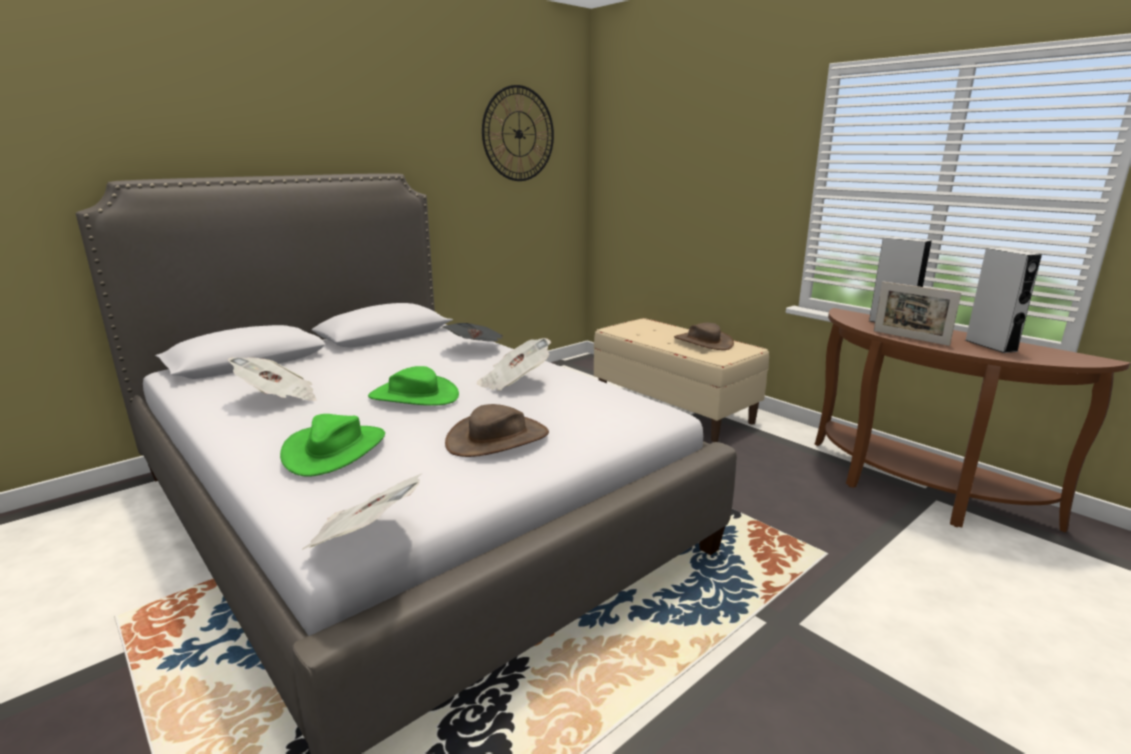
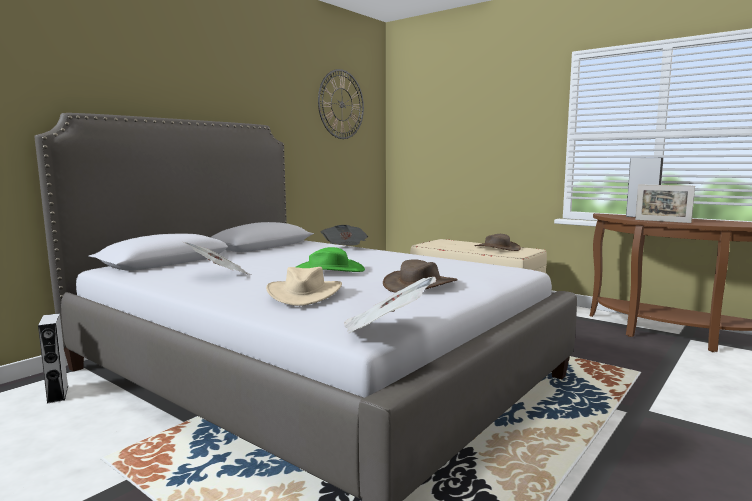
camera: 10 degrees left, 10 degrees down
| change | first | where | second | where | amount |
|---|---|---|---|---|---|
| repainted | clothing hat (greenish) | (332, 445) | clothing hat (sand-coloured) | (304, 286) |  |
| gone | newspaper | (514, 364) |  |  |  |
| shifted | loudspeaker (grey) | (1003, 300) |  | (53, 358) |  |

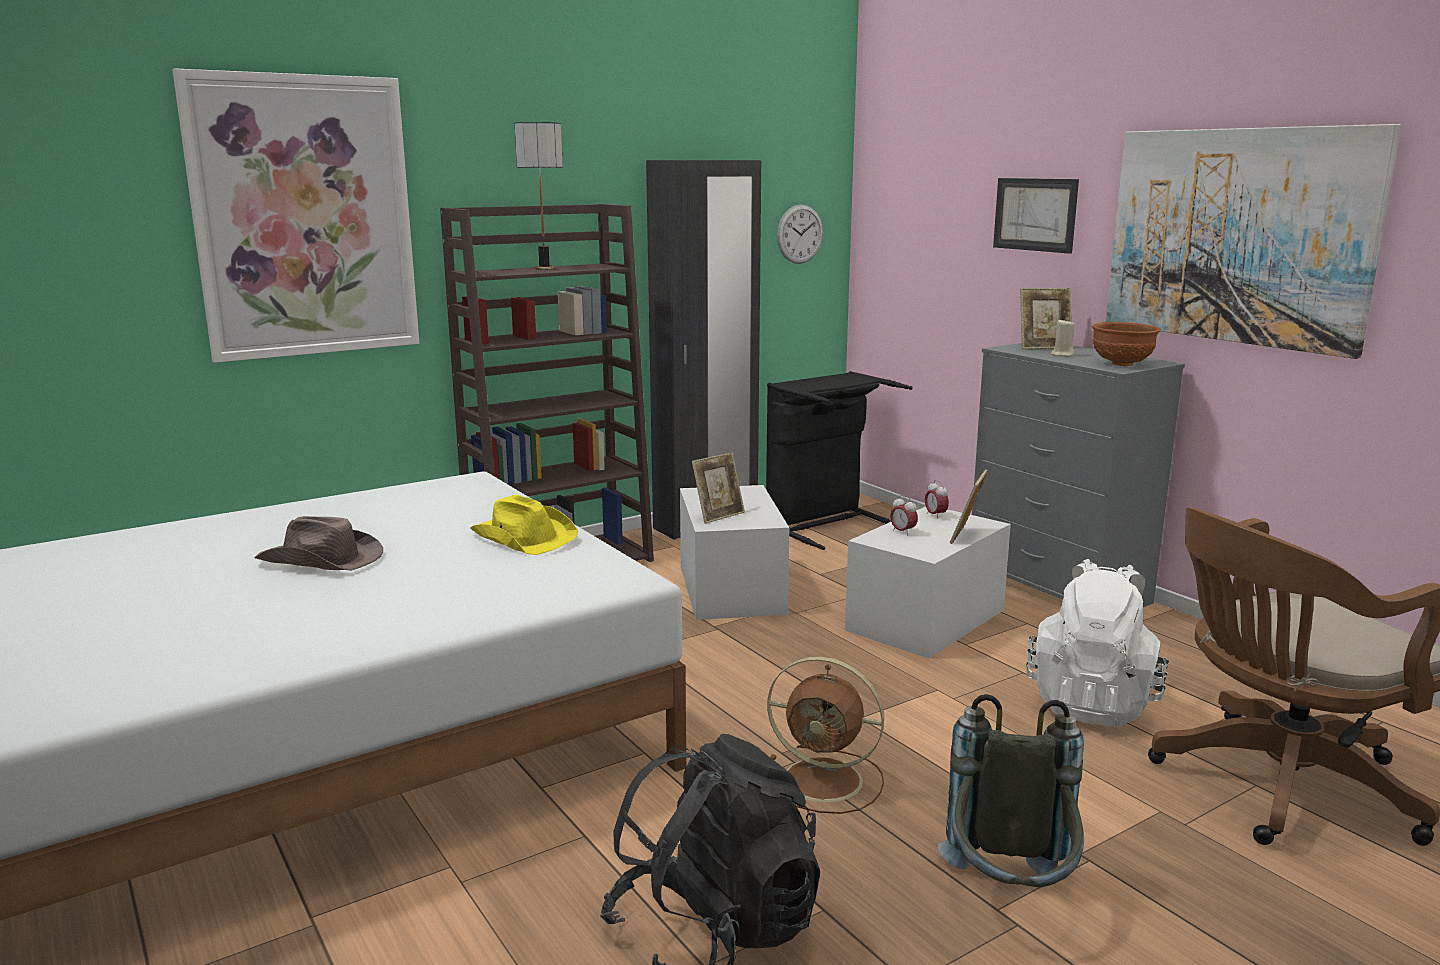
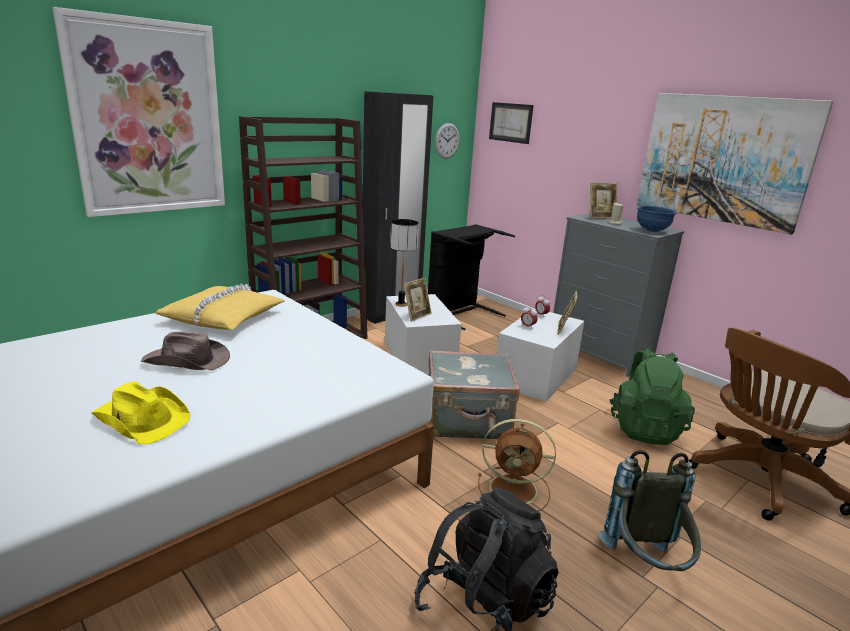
camera: 10 degrees left, 5 degrees up
| change | first | where | second | where | amount |
|---|---|---|---|---|---|
| shifted | clothing hat (yellowish) | (524, 525) |  | (141, 412) |  |
| shifted | tabletop lamp | (539, 196) |  | (404, 263) |  |
| shifted | picture | (1036, 216) |  | (511, 123) |  |
| repainted | backpack (white) | (1097, 643) | backpack (greenish) | (652, 397) |  |
| repainted | serving bowl (brown-coloured) | (1126, 344) | serving bowl (blue) | (657, 218) |  |
| new |  |  | throw pillow (yellowish) | (220, 306) |  |
| new |  |  | travel case (grey) | (474, 394) |  |

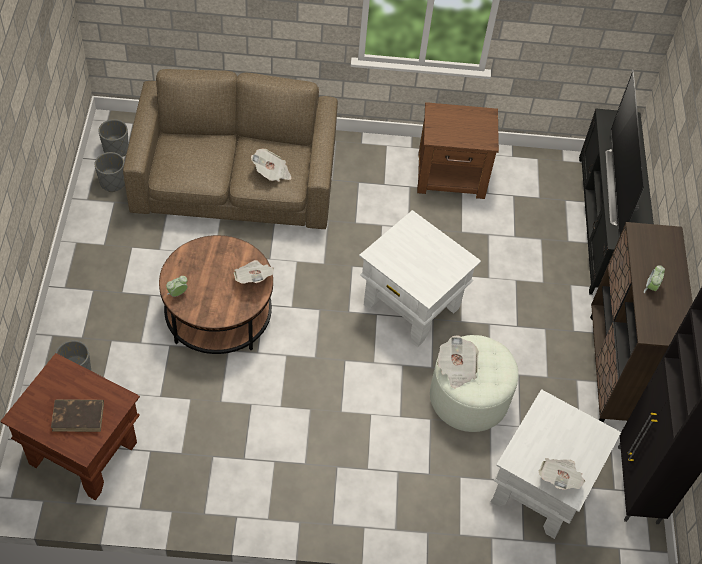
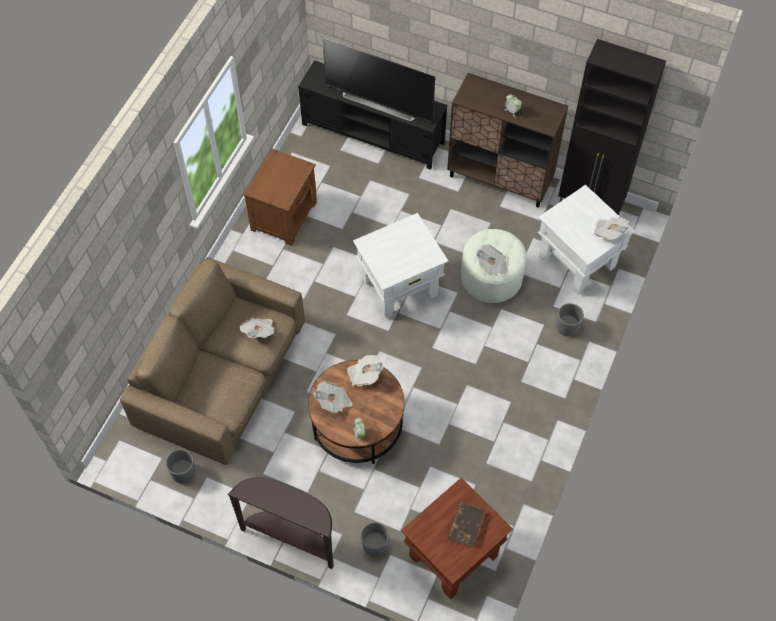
camera: 65 degrees left, 5 degrees up
| change | first | where | second | where | amount |
|---|---|---|---|---|---|
| shifted | planter (grey) | (113, 138) |  | (570, 320) |  |
| new |  |  | narrow table (brown-coloured) | (281, 523) |  |
| new |  |  | newspaper | (333, 397) |  |

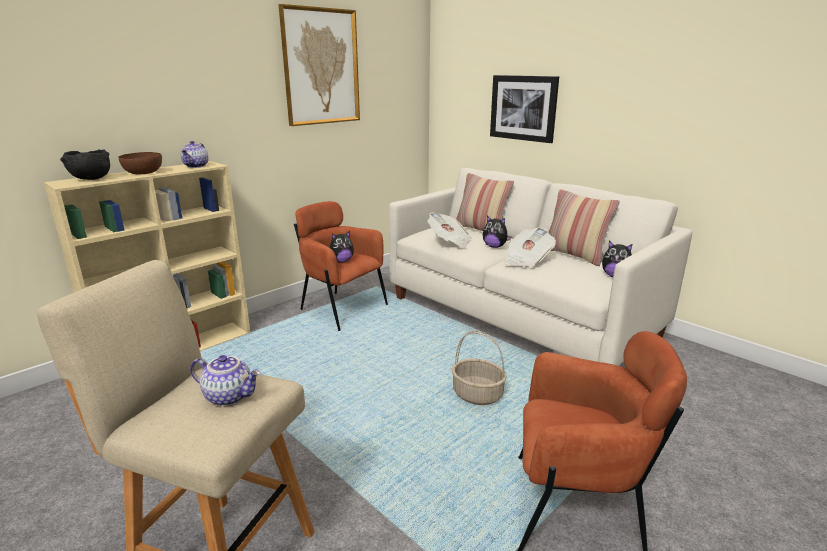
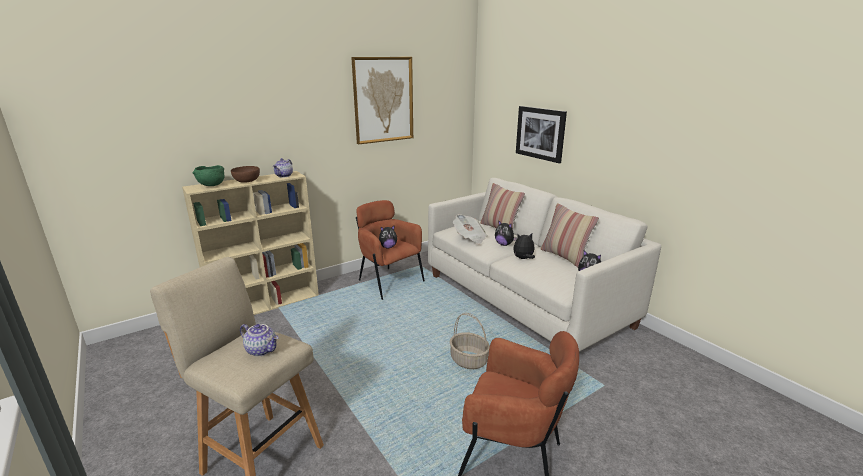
camera: 10 degrees right, 0 degrees up
| change | first | where | second | where | amount |
|---|---|---|---|---|---|
| repainted | serving bowl (black) | (85, 164) | serving bowl (greenish) | (208, 175) |  |
| swapped | newspaper | (530, 247) | cuddly toy | (524, 246) |  |

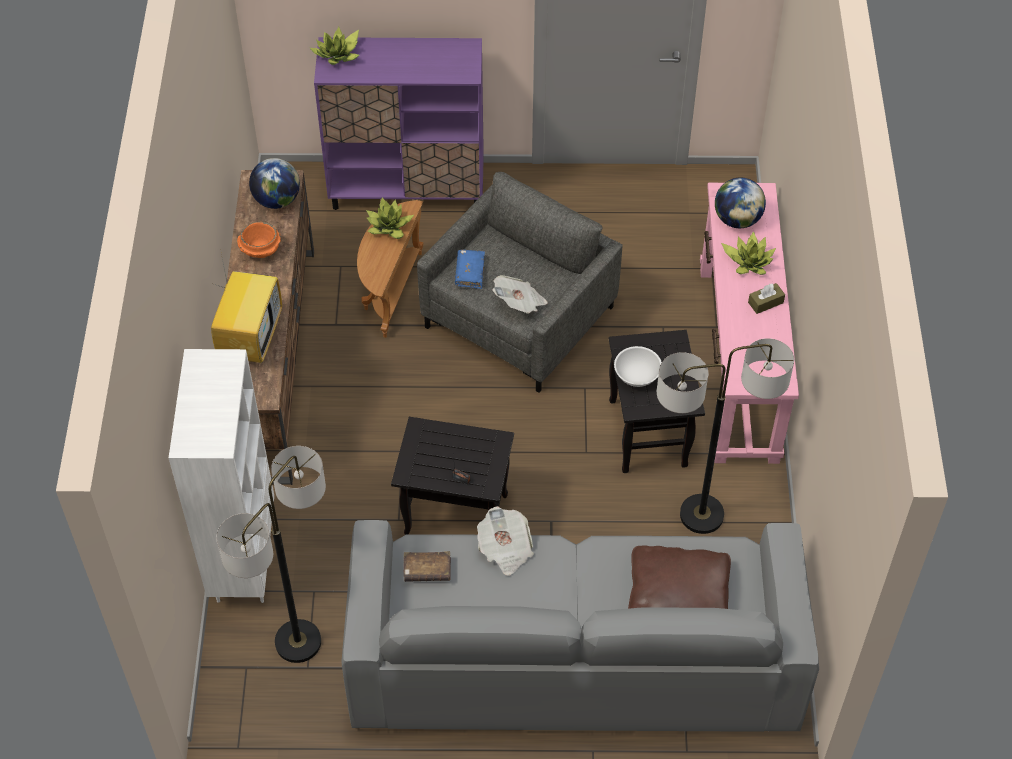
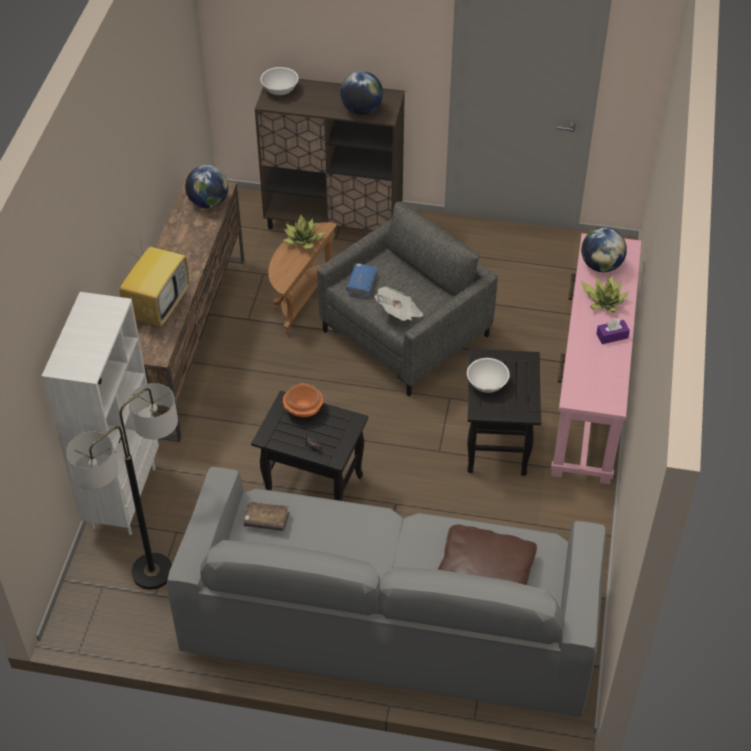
camera: 10 degrees right, 5 degrees down
| change | first | where | second | where | amount |
|---|---|---|---|---|---|
| shifted | serving bowl (orangey) | (259, 239) |  | (303, 400) |  |
| swapped | potted plant | (334, 46) | serving bowl (white) | (279, 81) |  |
| repainted | cupboard (purplish) | (399, 123) | cupboard (brown-coloured) | (330, 155) |  |
| gone | newspaper | (505, 541) |  |  |  |
| gone | standing lamp | (725, 436) |  |  |  |
| repainted | tissue holder (brown-coloured) | (766, 298) | tissue holder (purplish) | (613, 331) |  |
| new |  |  | globe | (361, 93) |  |

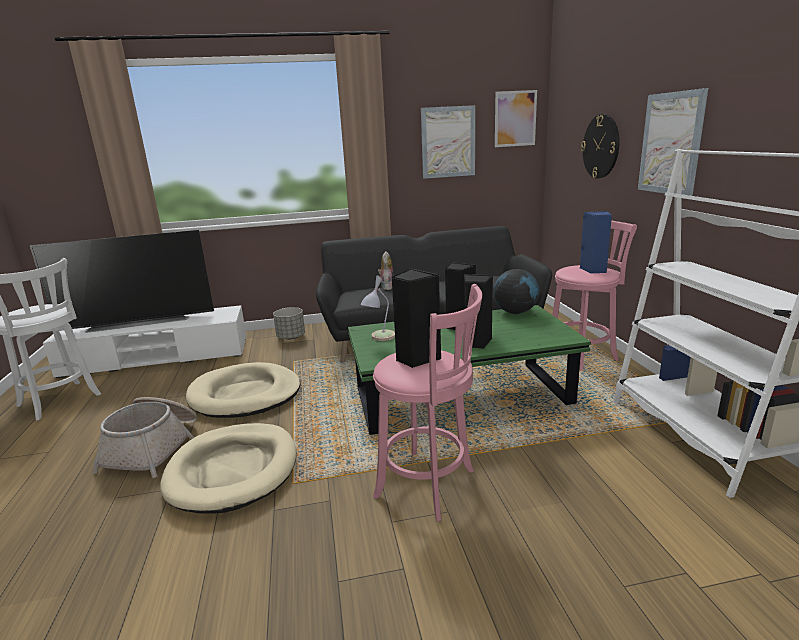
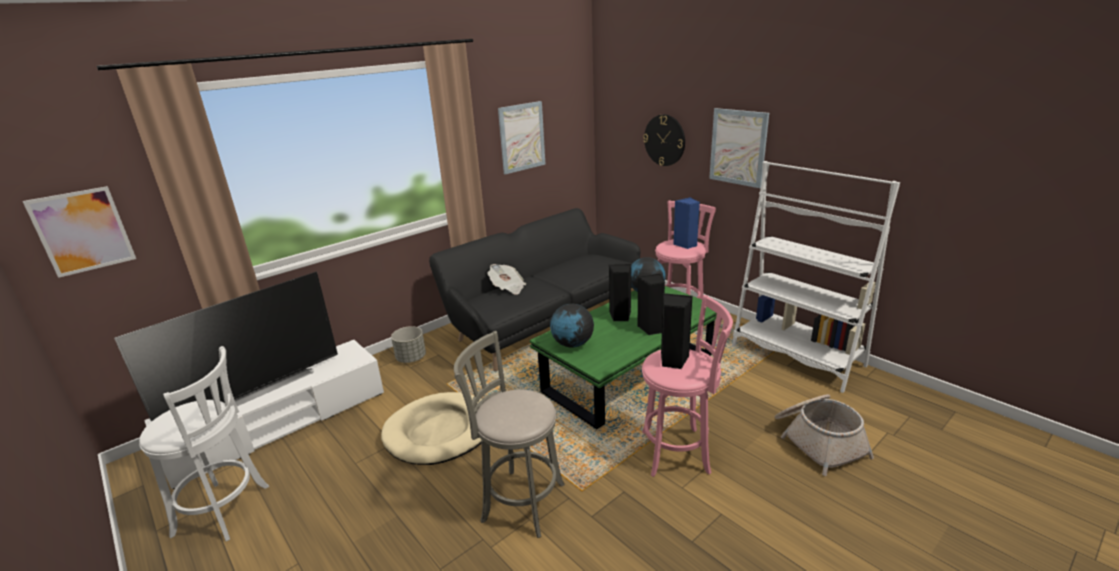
camera: 30 degrees left, 5 degrees up
| change | first | where | second | where | amount |
|---|---|---|---|---|---|
| shifted | basket | (144, 437) |  | (824, 435) |  |
| swapped | dog bed (sand-coloured) | (228, 468) | stool (grey) | (509, 434) |  |
| swapped | tabletop lamp | (378, 308) | globe | (572, 326) |  |
| swapped | cuddly toy | (386, 271) | newspaper | (506, 279) |  |
| shifted | picture | (516, 118) |  | (79, 232) |  |

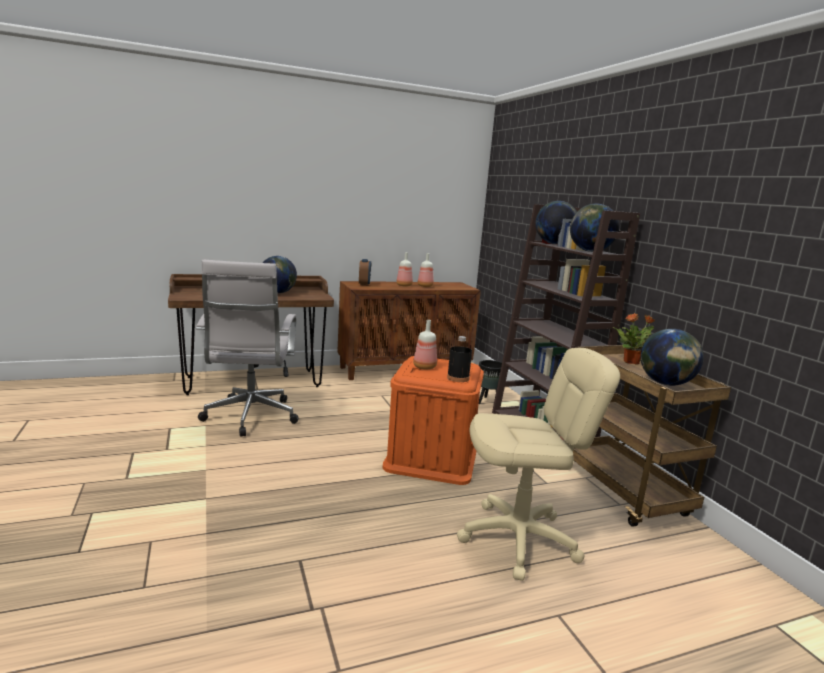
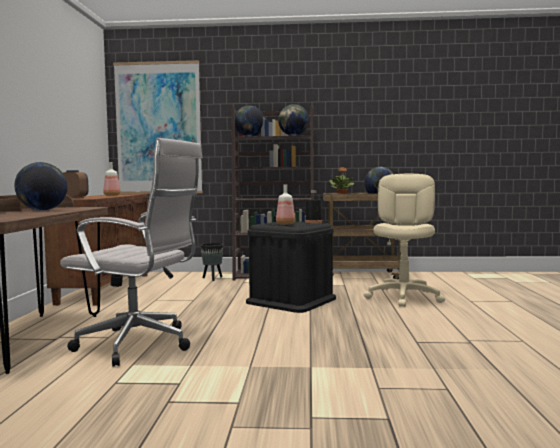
camera: 65 degrees left, 10 degrees down
| change | first | where | second | where | amount |
|---|---|---|---|---|---|
| repainted | storage bin (orangey) | (433, 420) | storage bin (black) | (291, 267) |  |
| gone | bottle | (404, 269) |  |  |  |
| new |  |  | picture | (158, 127) |  |

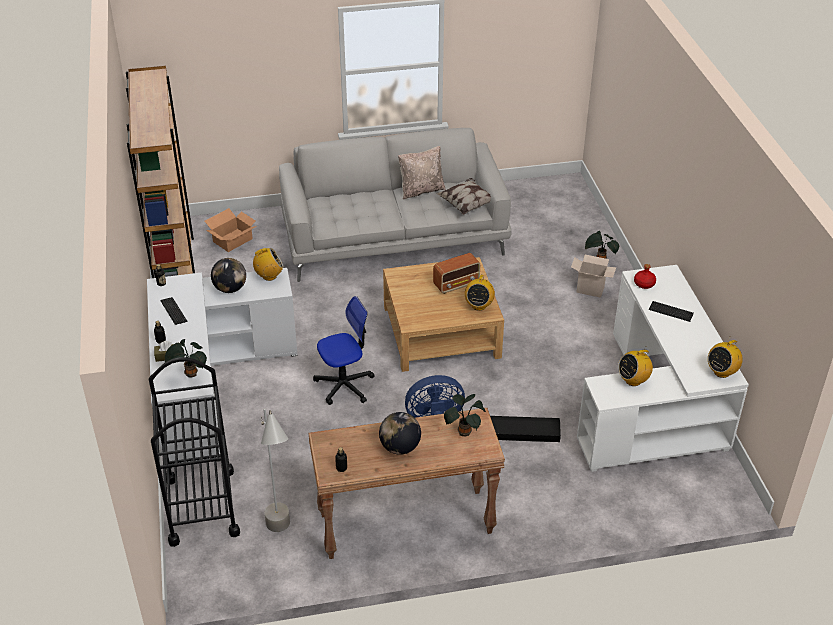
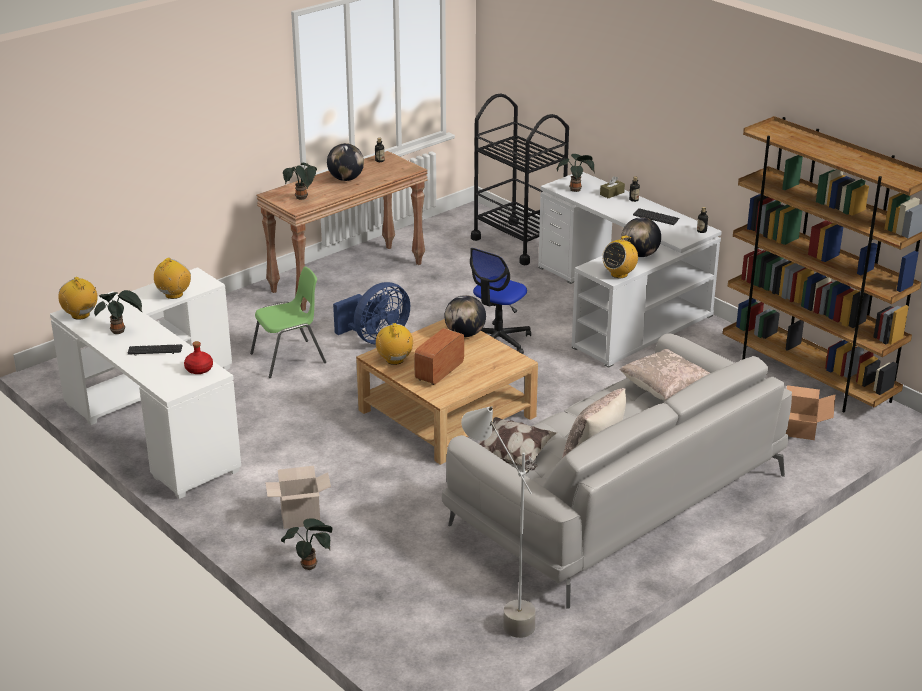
camera: 150 degrees right, 10 degrees down
| change | first | where | second | where | amount |
|---|---|---|---|---|---|
| shifted | standing lamp (grey) | (275, 470) |  | (498, 522) |  |
| swapped | storage bin (black) | (525, 429) | chair (greenish) | (288, 322) |  |
| rotated | radio | (725, 358) |  | (78, 298) | 60 degrees counterclockwise |
| new |  |  | potted plant | (118, 312) |  |
| new |  |  | globe | (465, 316) |  |
| new |  |  | throw pillow (sand-coloured) | (664, 374) |  |

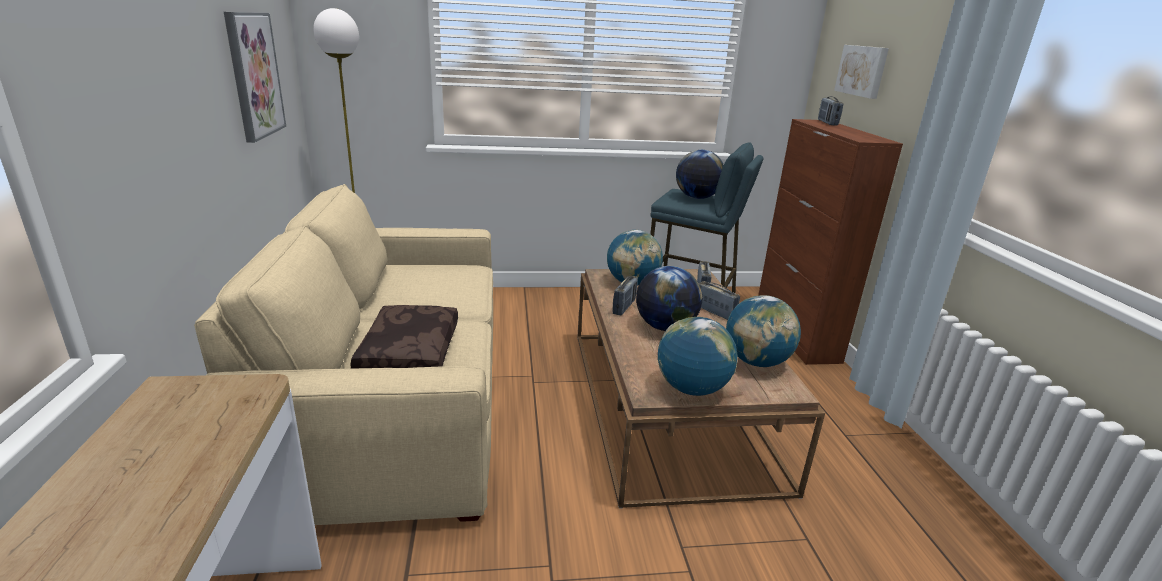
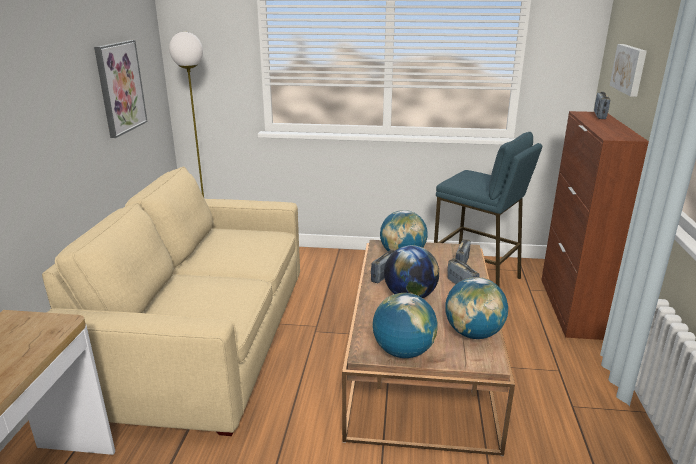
camera: 15 degrees right, 0 degrees up
| change | first | where | second | where | amount |
|---|---|---|---|---|---|
| gone | throw pillow (brown-coloured) | (404, 337) |  |  |  |
| gone | globe | (700, 174) |  |  |  |

